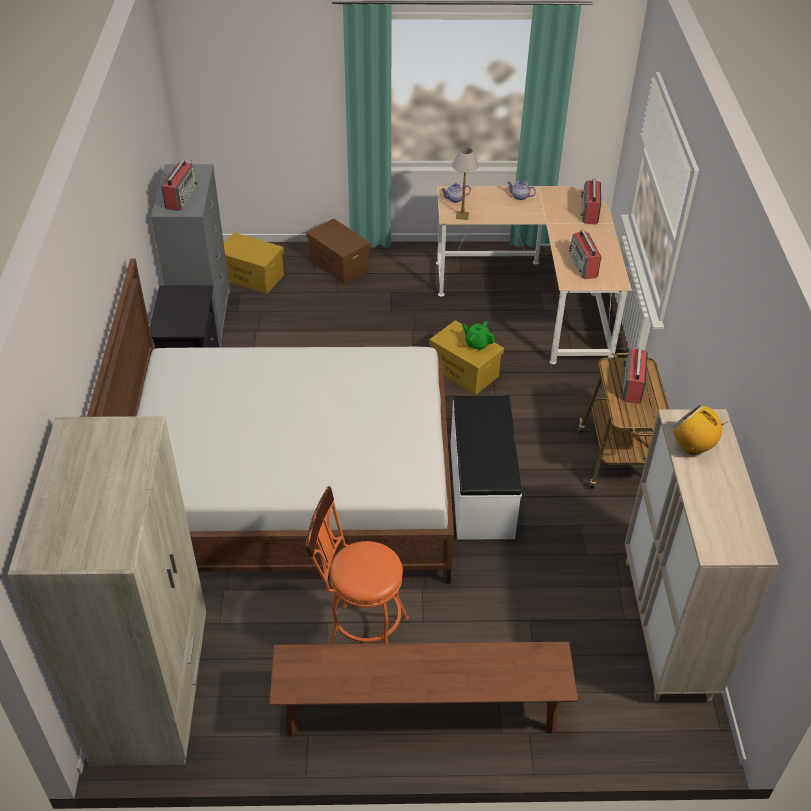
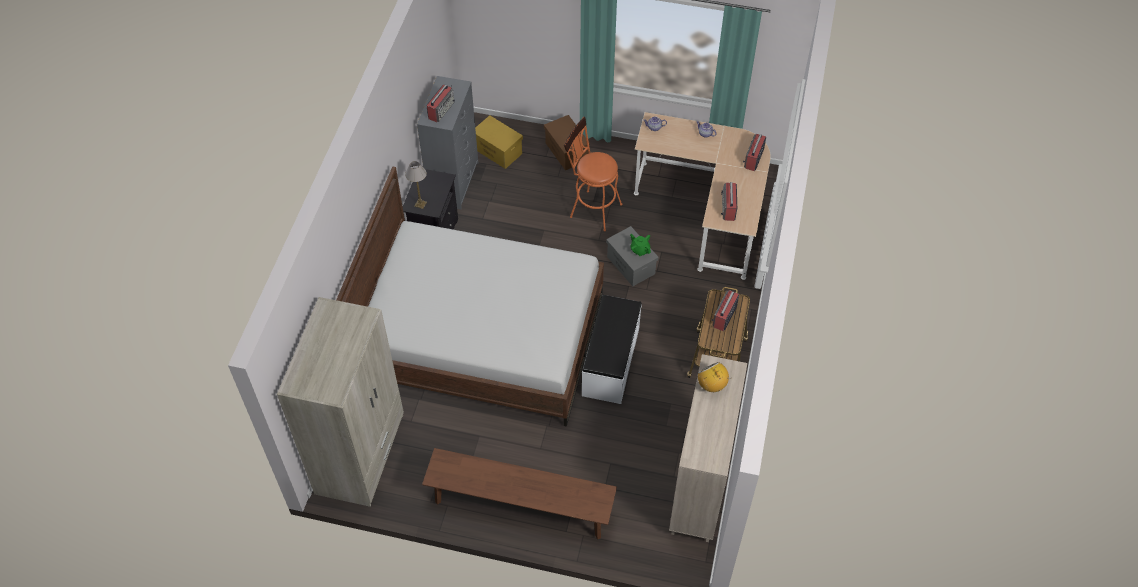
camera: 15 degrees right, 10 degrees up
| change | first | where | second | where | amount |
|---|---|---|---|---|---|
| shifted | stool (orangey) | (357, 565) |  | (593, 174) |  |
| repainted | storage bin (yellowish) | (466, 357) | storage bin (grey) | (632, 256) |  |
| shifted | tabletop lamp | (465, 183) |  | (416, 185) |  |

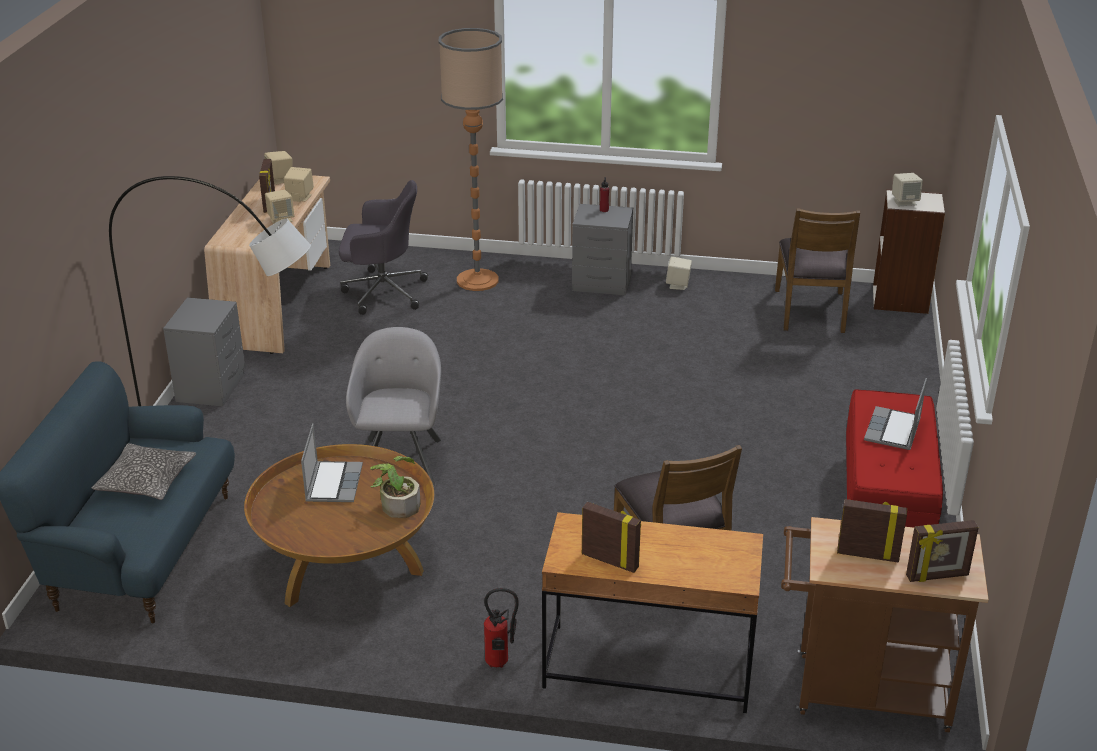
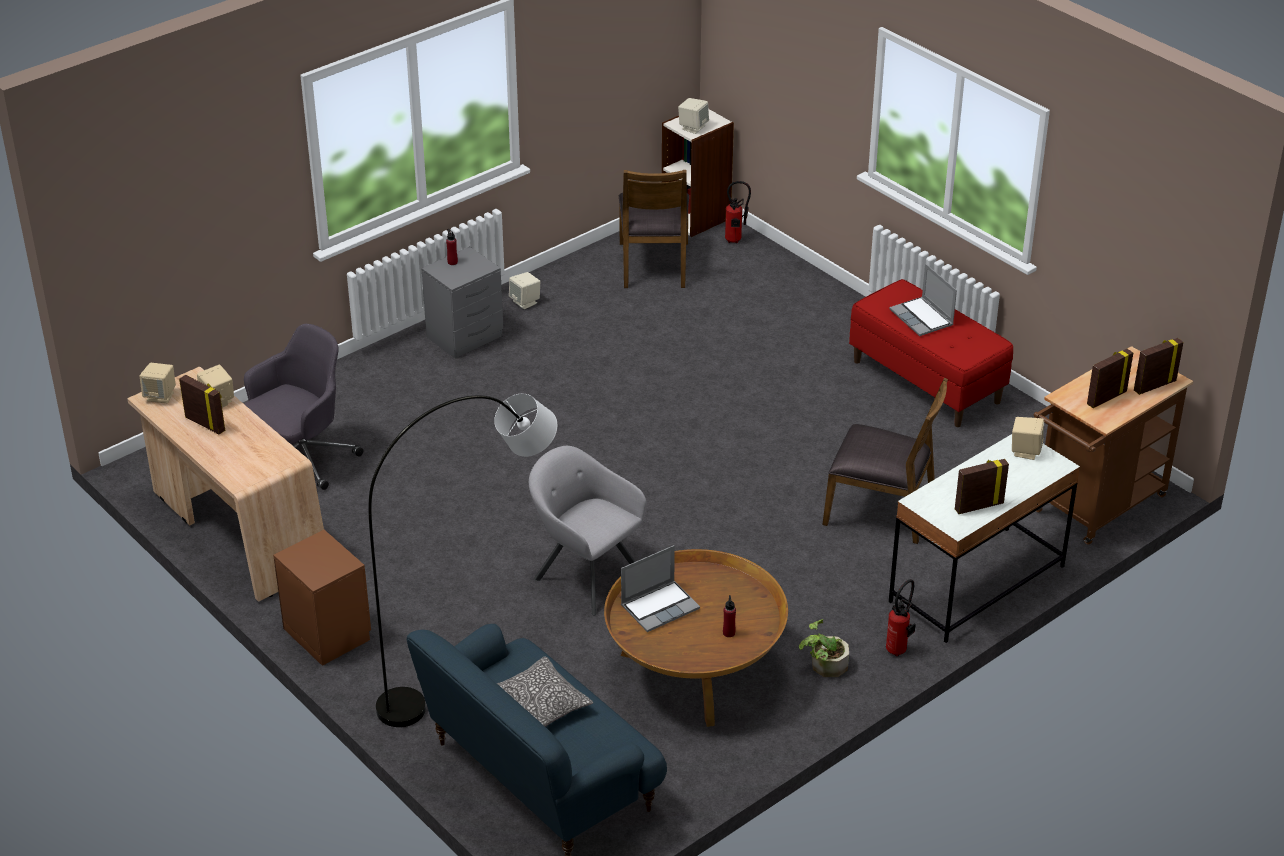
camera: 50 degrees left, 5 degrees up
| change | first | where | second | where | amount |
|---|---|---|---|---|---|
| repainted | night table (grey) | (204, 352) | night table (brown-coloured) | (322, 598) |  |
| shifted | loudspeaker (sand-coloured) | (279, 207) |  | (1028, 438) |  |
| rotated | notebook computer | (332, 462) |  | (660, 588) | 105 degrees clockwise |
| shifted | potted plant | (395, 487) |  | (824, 648) |  |
| gone | standing lamp | (471, 159) |  |  |  |
| repainted | desk unit (brown-coloured) | (652, 612) | desk unit (white) | (984, 538) |  |
| rotated | chair (brown-coloured) | (817, 270) |  | (654, 229) | 45 degrees clockwise |
| rotated | standing frame | (942, 551) |  | (1158, 366) | 150 degrees counterclockwise |
| new |  |  | bottle (reddish) | (729, 616) |  |
| new |  |  | extinguisher | (738, 212) |  |

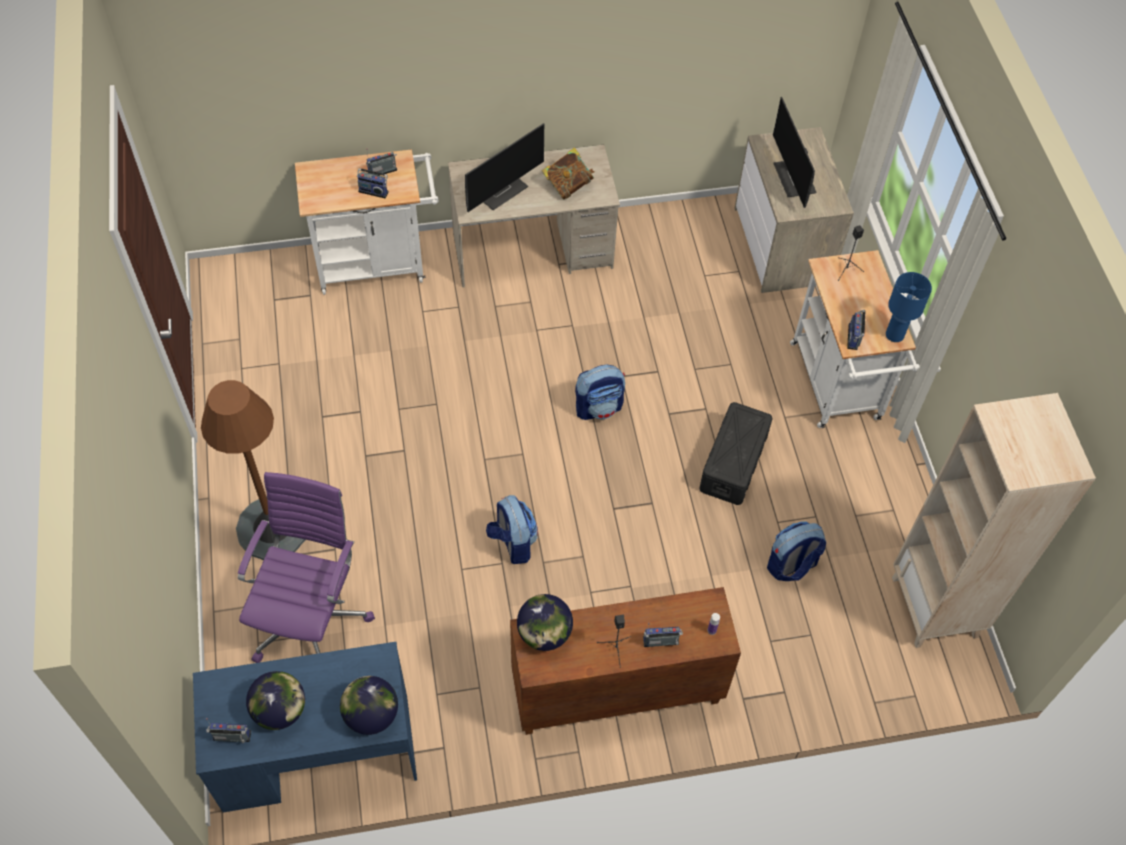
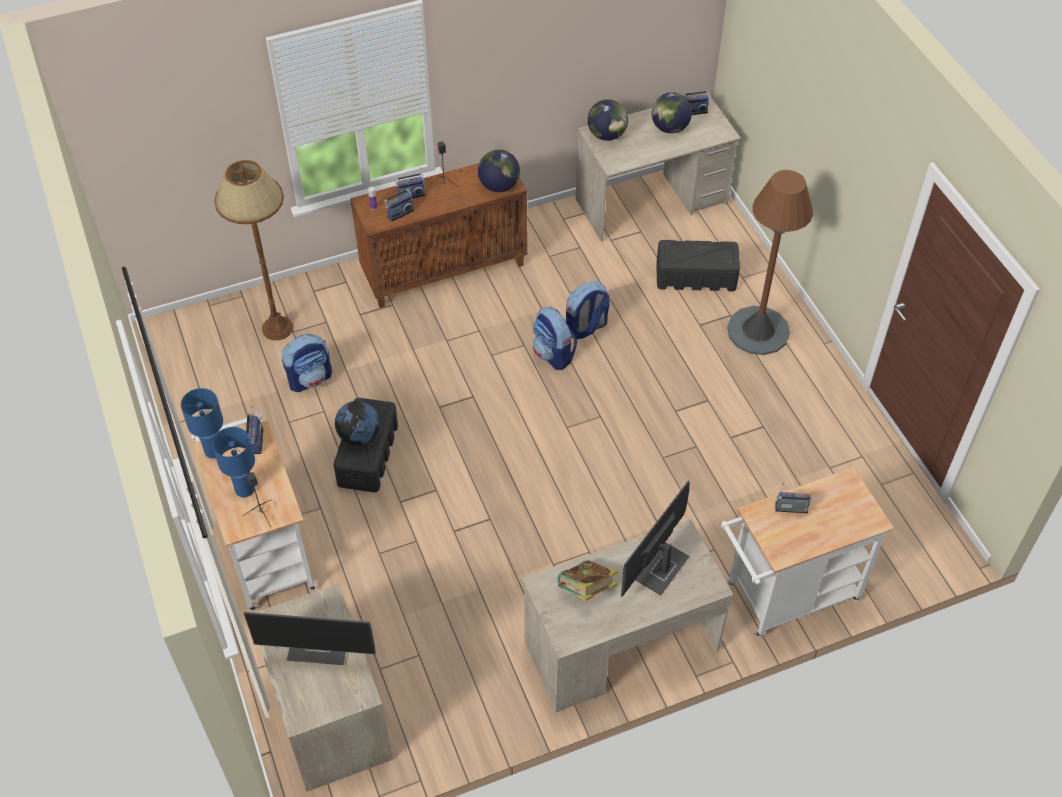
camera: 170 degrees right, 5 degrees down
| change | first | where | second | where | amount |
|---|---|---|---|---|---|
| repainted | desk unit (blue) | (305, 727) | desk unit (sand-coloured) | (658, 167) |  |
| swapped | office chair (purplish) | (306, 567) | storage bin (black) | (698, 265) |  |
| shifted | radio | (381, 162) |  | (399, 202) |  |
| shifted | backpack | (600, 392) |  | (588, 310) |  |
| rotated | monitor | (795, 152) |  | (310, 638) | 120 degrees clockwise |
| gone | bookcase (sand-coloured) | (994, 520) |  |  |  |
| new |  |  | tabletop lamp (blue) | (233, 462) |  |
| new |  |  | standing lamp (brown-coloured) | (253, 250) |  |
| new |  |  | globe | (357, 423) |  |

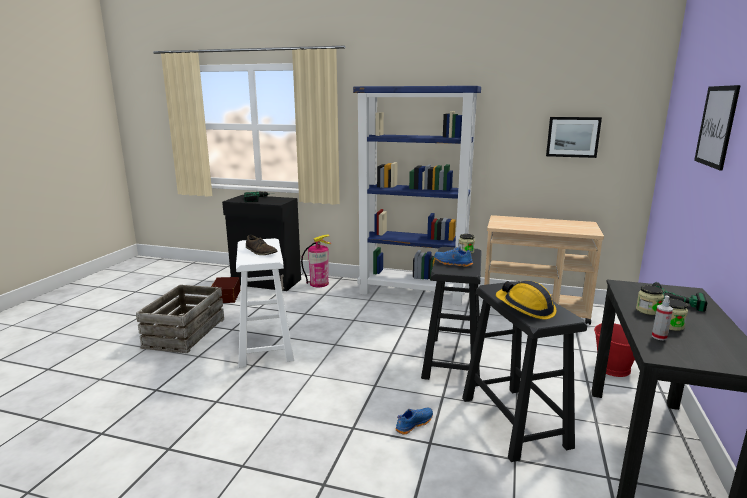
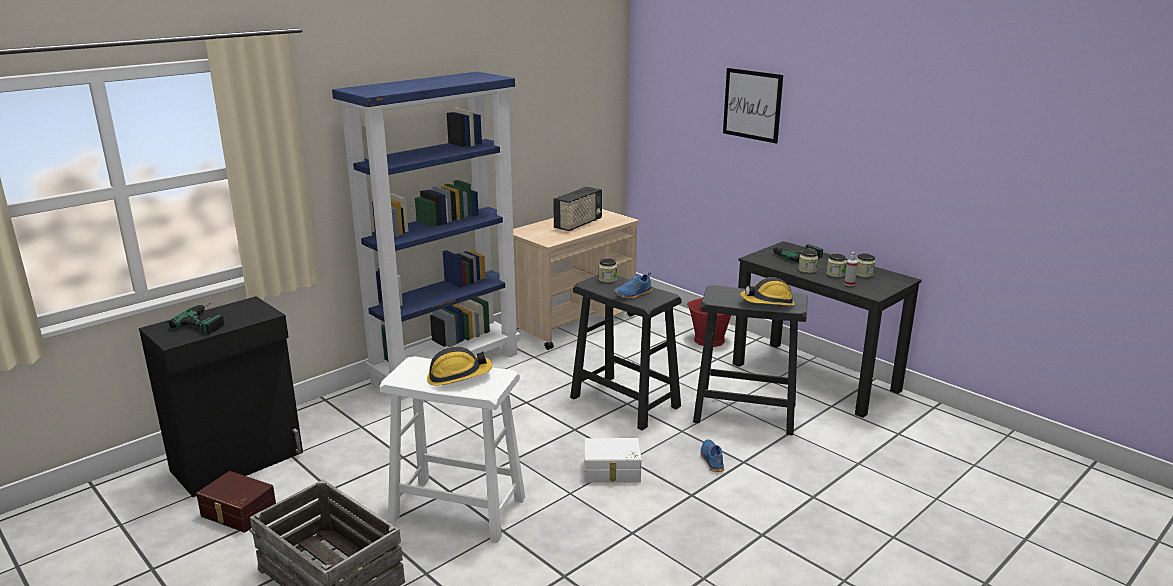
camera: 60 degrees left, 5 degrees up
| change | first | where | second | where | amount |
|---|---|---|---|---|---|
| swapped | low shoe (brown-coloured) | (261, 245) | work helmet | (459, 366) |  |
| gone | extinguisher | (316, 261) |  |  |  |
| gone | picture | (574, 137) |  |  |  |
| new |  |  | radio | (577, 208) |  |
| new |  |  | storage bin (white) | (613, 460) |  |
| new |  |  | jar | (865, 265) |  |

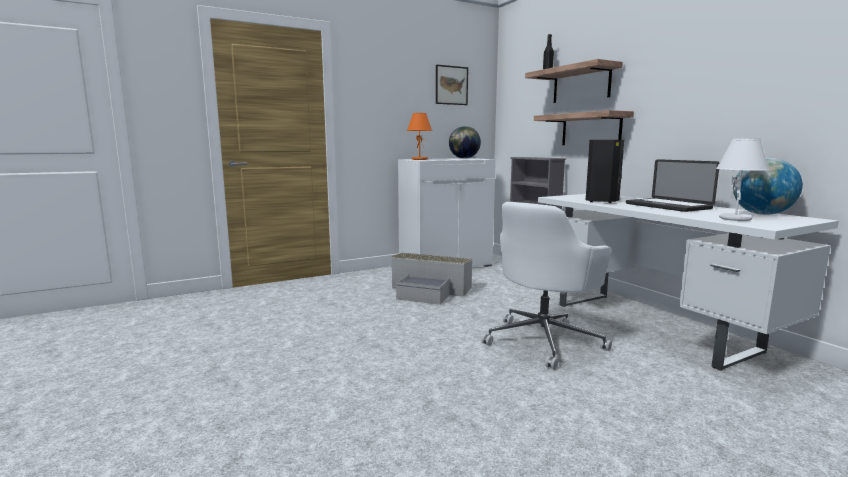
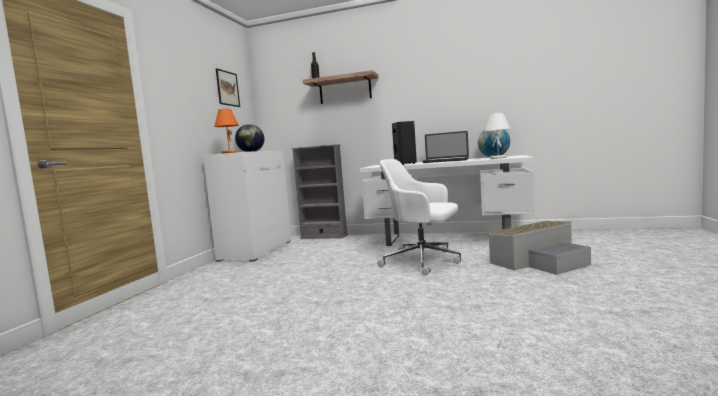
camera: 45 degrees left, 5 degrees down
| change | first | where | second | where | amount |
|---|---|---|---|---|---|
| shifted | storage bin (grey) | (431, 279) |  | (539, 248) |  |
| rotated | office chair (white) | (546, 285) |  | (419, 217) | 120 degrees clockwise |
| gone | bracket shelf | (584, 127) |  |  |  |

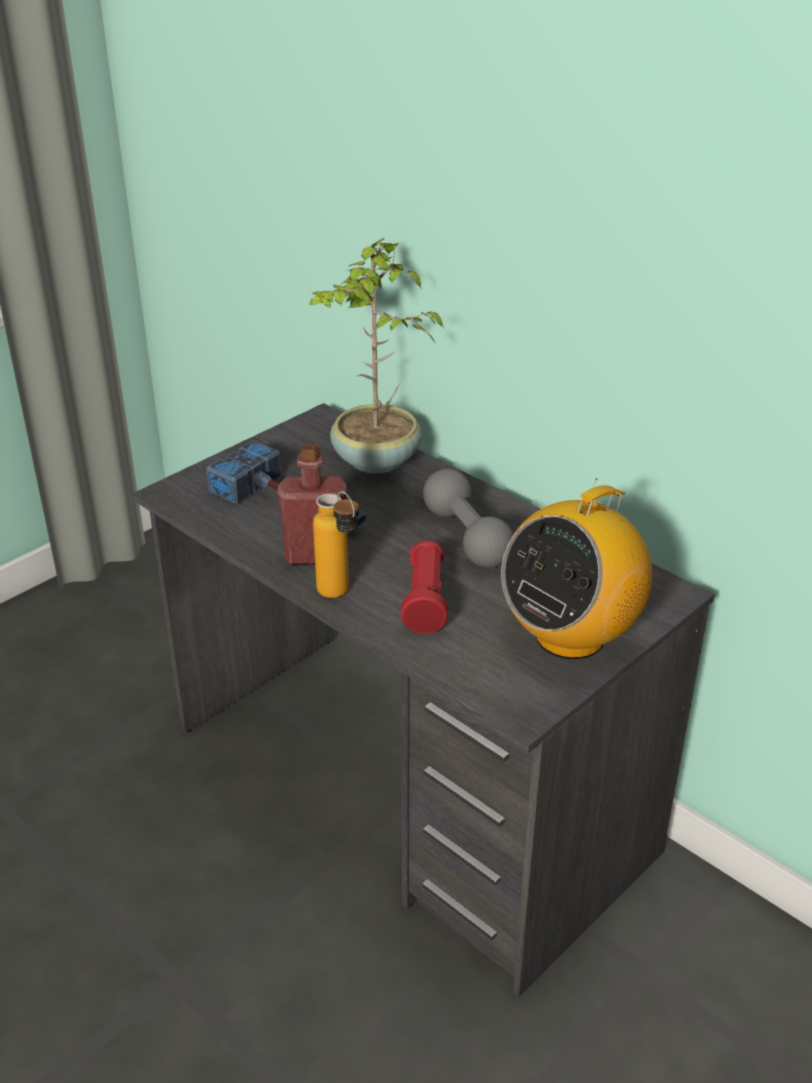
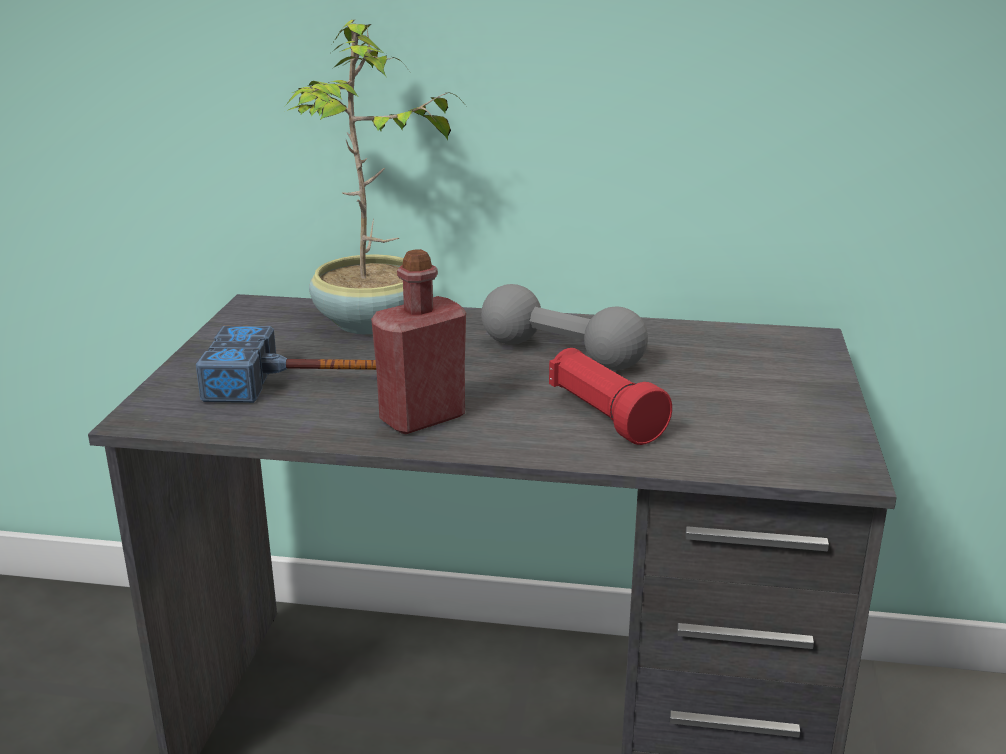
camera: 35 degrees left, 10 degrees down
| change | first | where | second | where | amount |
|---|---|---|---|---|---|
| gone | bottle | (336, 544) |  |  |  |
| gone | radio | (576, 568) |  |  |  |

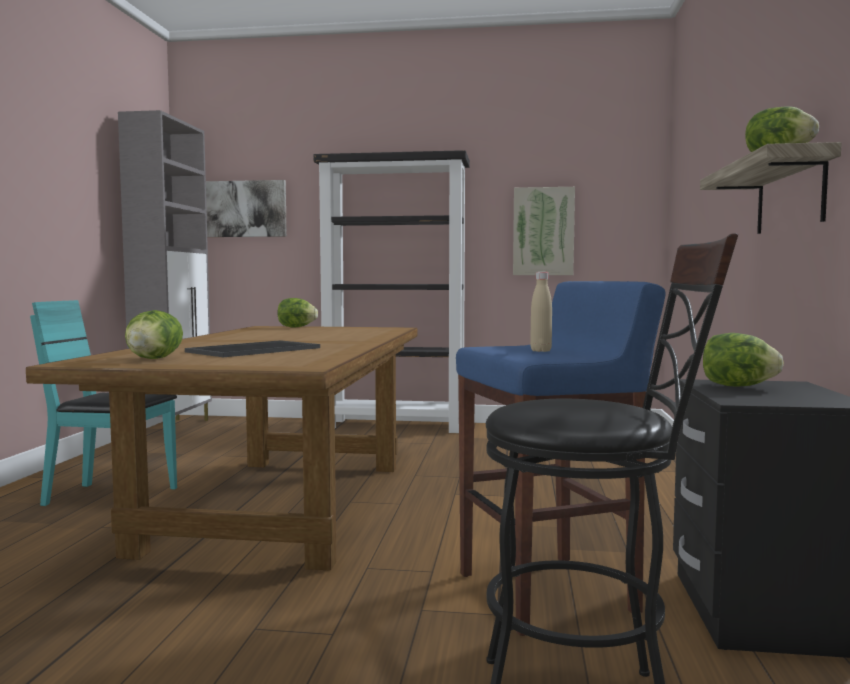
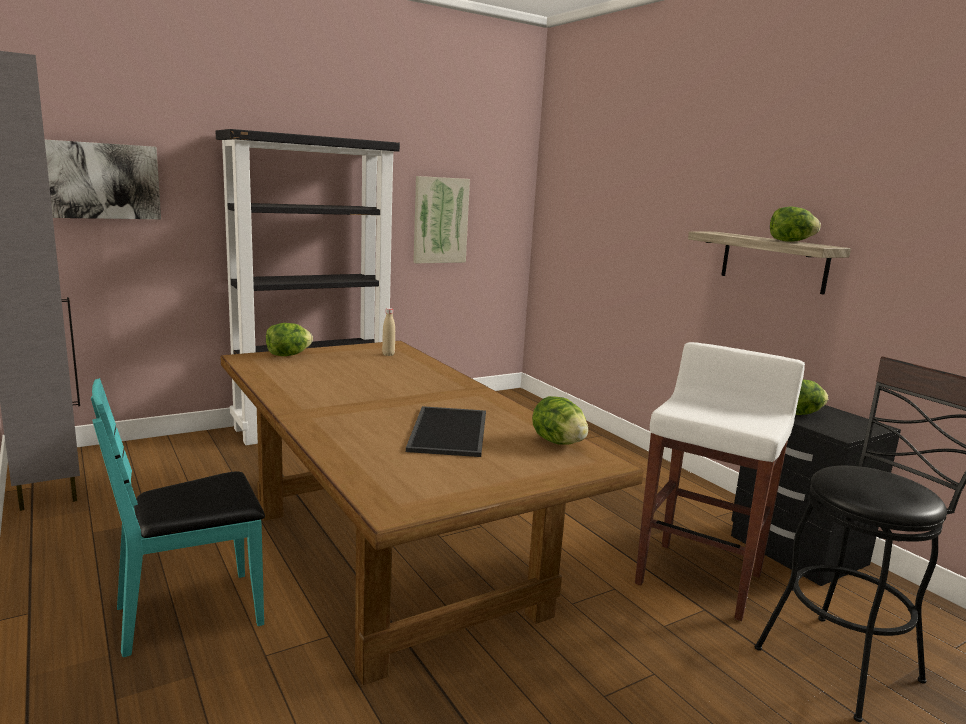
camera: 40 degrees left, 10 degrees up
| change | first | where | second | where | amount |
|---|---|---|---|---|---|
| shifted | lettuce | (154, 334) |  | (560, 420) |  |
| repainted | stool (blue) | (560, 458) | stool (white) | (720, 481) |  |
| shifted | bottle (sand-coloured) | (541, 312) |  | (388, 332) |  |

